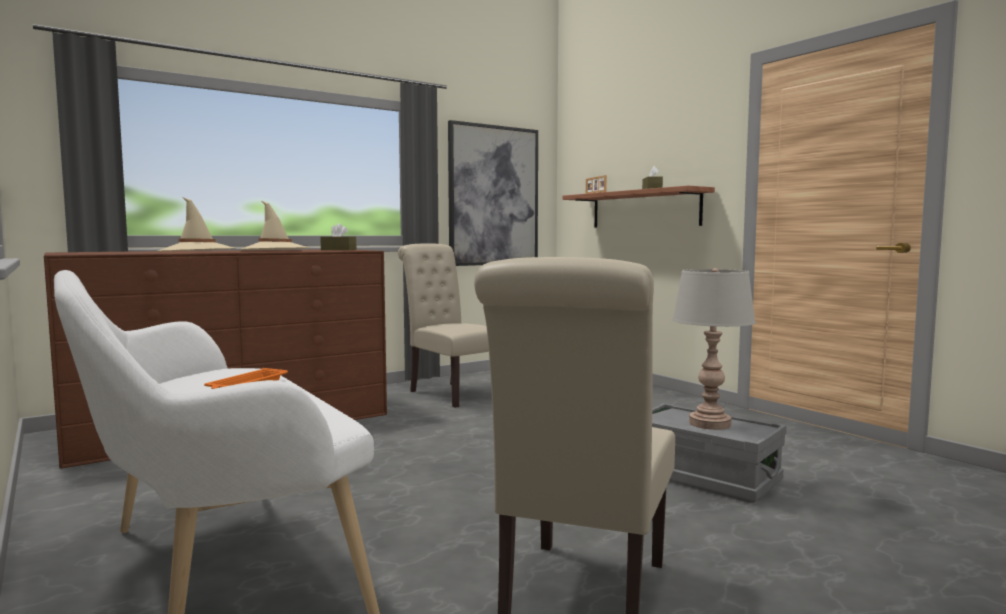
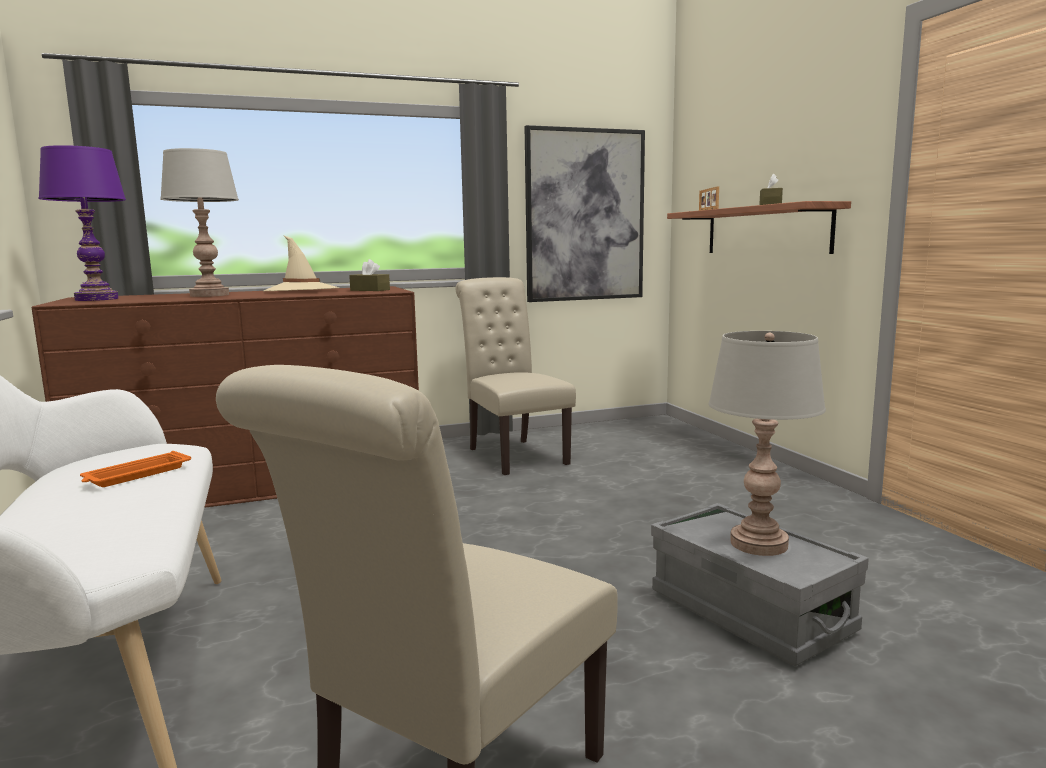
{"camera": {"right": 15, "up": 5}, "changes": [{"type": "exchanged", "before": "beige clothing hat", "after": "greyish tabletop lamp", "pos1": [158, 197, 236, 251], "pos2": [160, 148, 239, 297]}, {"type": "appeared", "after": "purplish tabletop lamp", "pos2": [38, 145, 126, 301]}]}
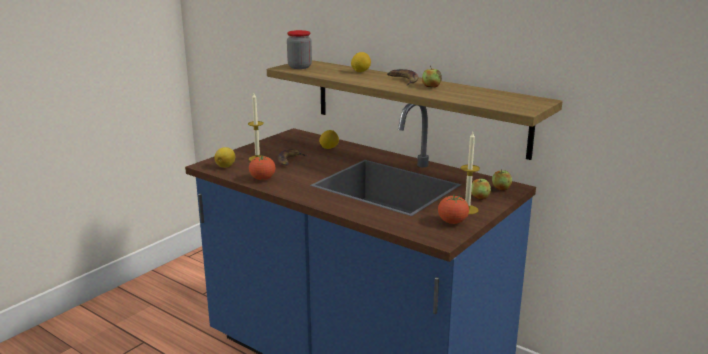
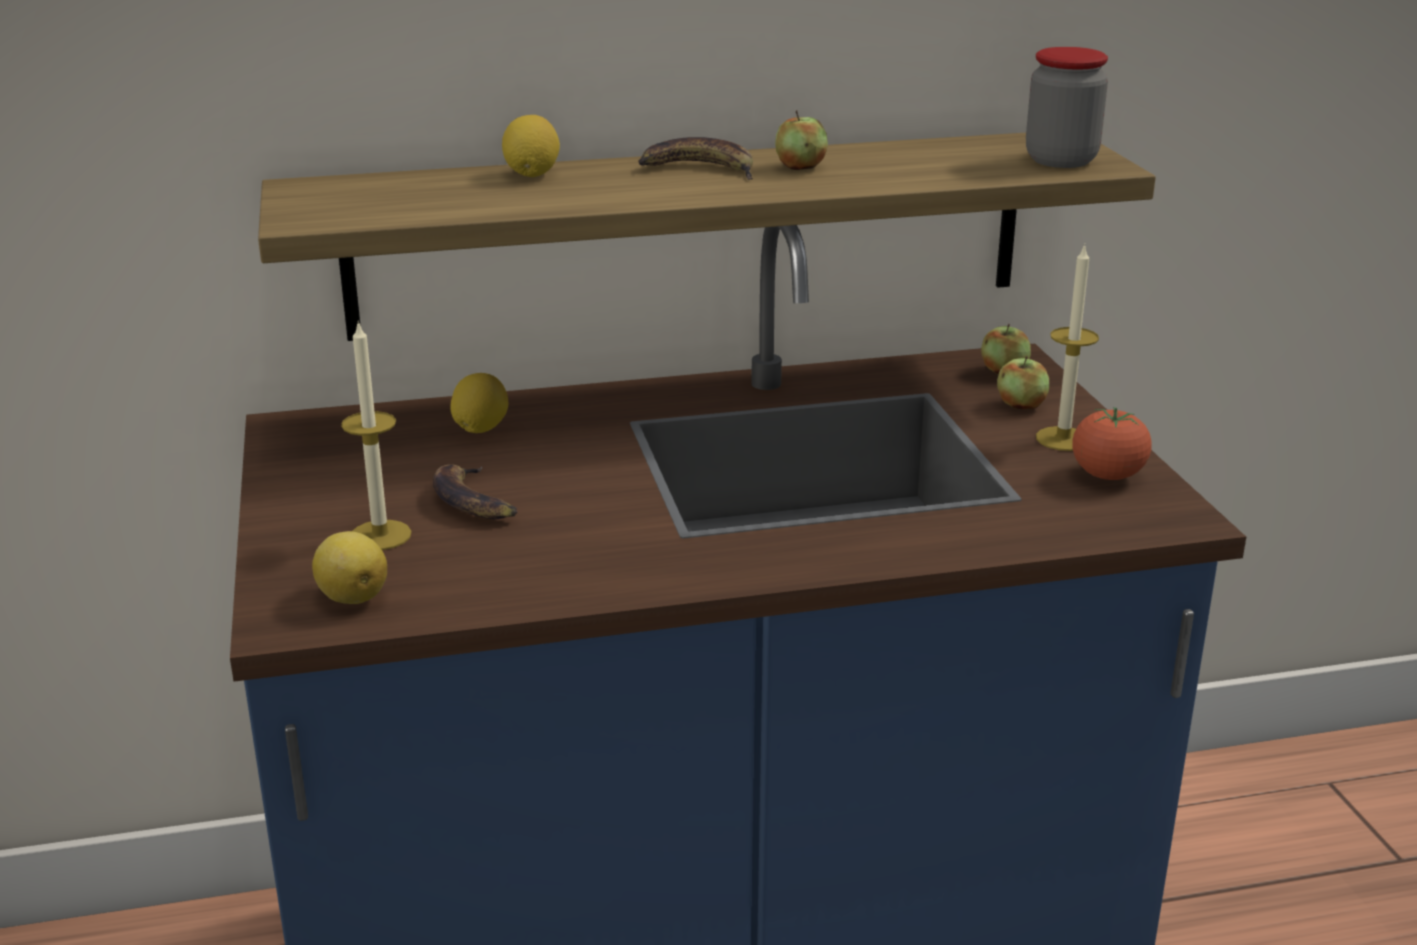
{"camera": {"right": -50, "up": 5}, "changes": [{"type": "missing", "before": "fresh tomato", "pos1": [249, 155, 276, 180]}, {"type": "relocated", "before": "preserve jar", "pos1": [287, 30, 312, 69], "pos2": [1026, 47, 1108, 168]}]}
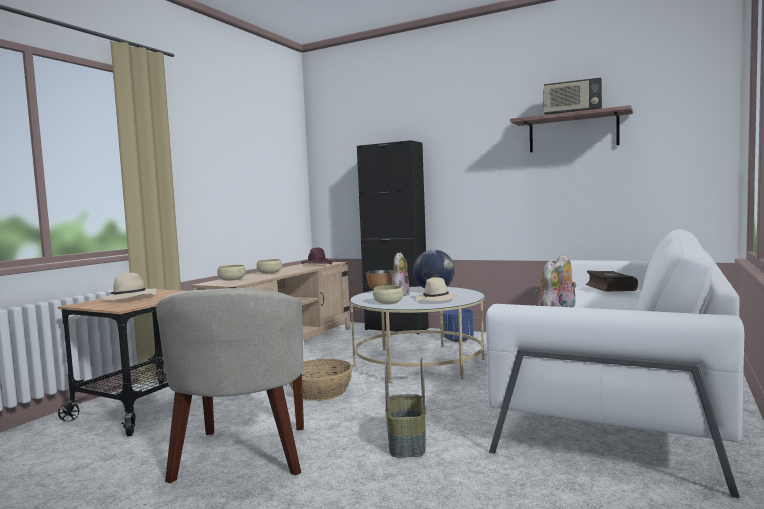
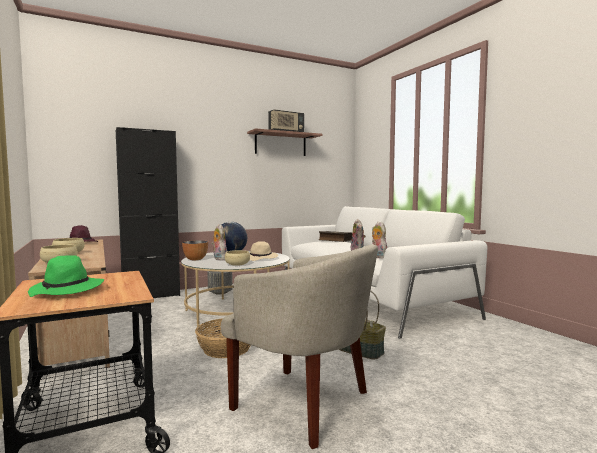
{"camera": {"right": -55, "up": 0}, "changes": [{"type": "colour", "before": "beige clothing hat", "after": "green-coloured clothing hat", "pos1": [101, 273, 156, 300], "pos2": [28, 255, 104, 297]}, {"type": "colour", "before": "blue plant pot", "after": "greyish plant pot", "pos1": [443, 308, 474, 342], "pos2": [207, 271, 233, 295]}]}
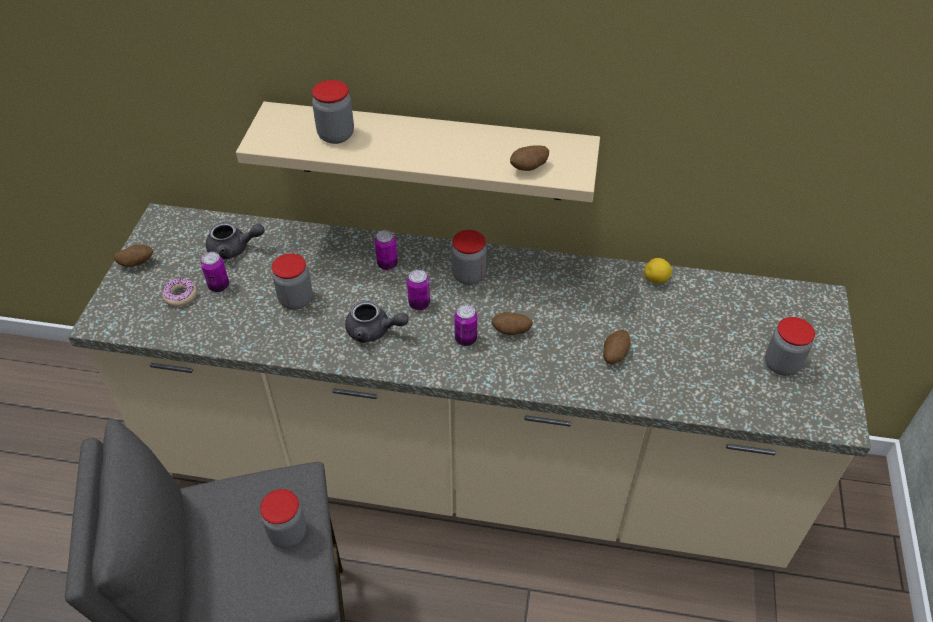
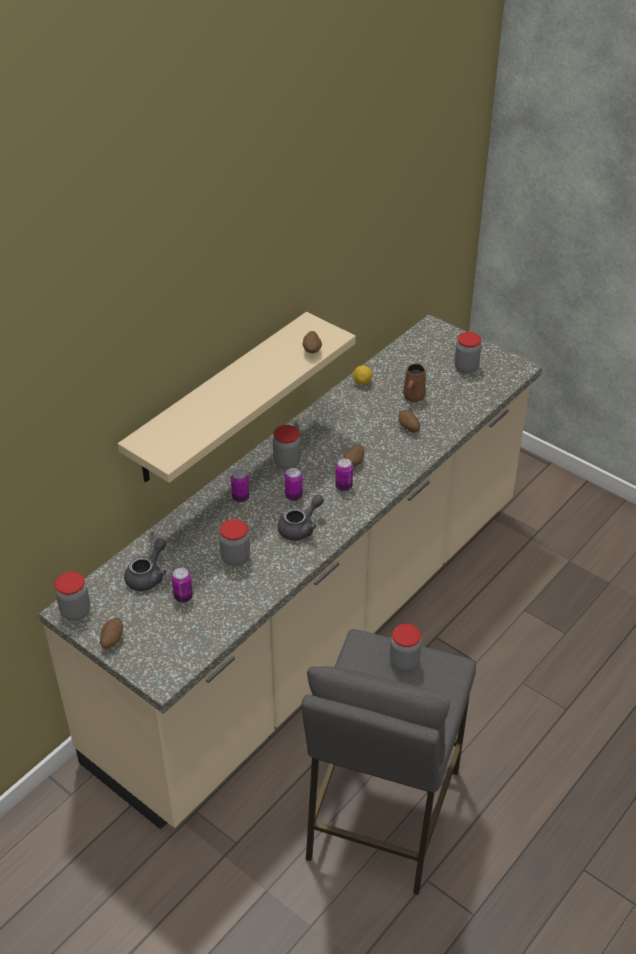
{"camera": {"right": -60, "up": -5}, "changes": [{"type": "missing", "before": "ring doughnut", "pos1": [162, 278, 197, 307]}, {"type": "relocated", "before": "preserve jar", "pos1": [312, 80, 354, 144], "pos2": [55, 571, 90, 621]}, {"type": "appeared", "after": "brown-coloured tea mug", "pos2": [403, 363, 426, 402]}]}
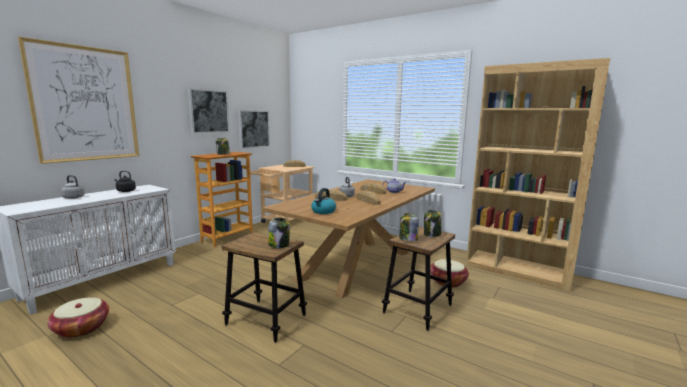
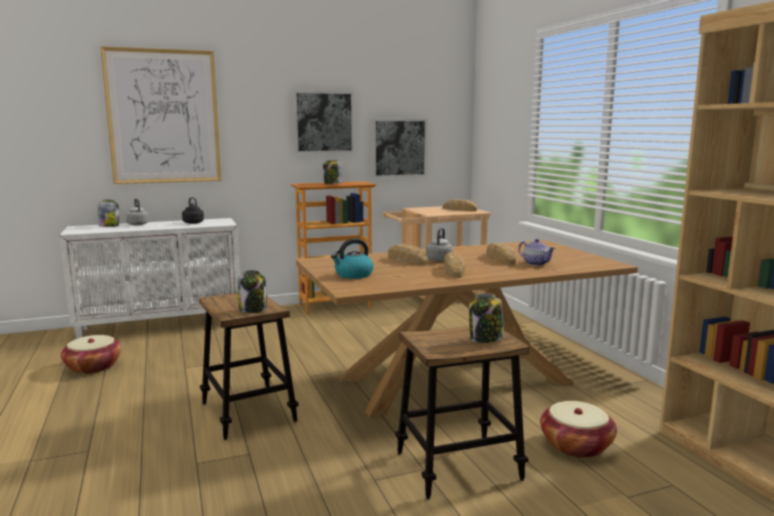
{"camera": {"right": 35, "up": 0}, "changes": [{"type": "relocated", "before": "preserve jar", "pos1": [399, 213, 419, 241], "pos2": [99, 200, 119, 227]}]}
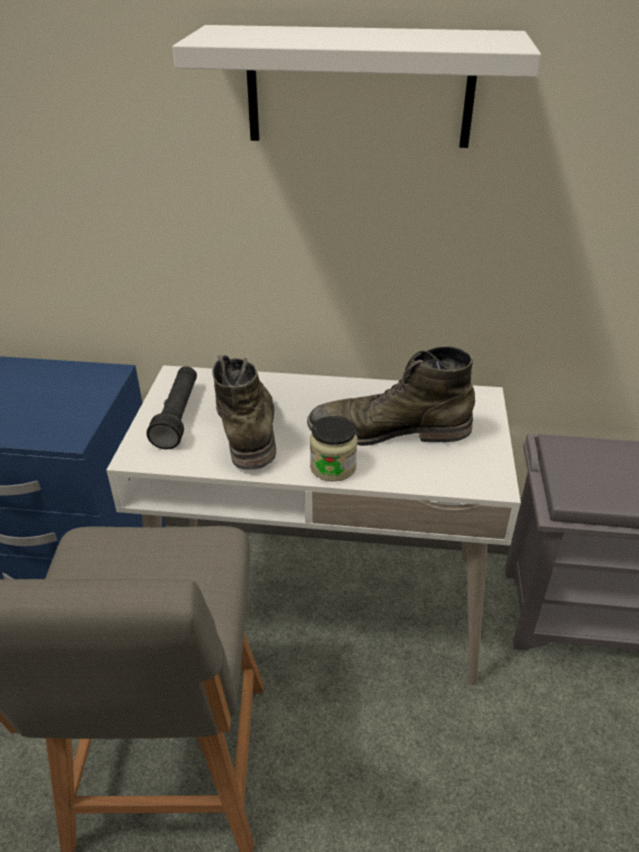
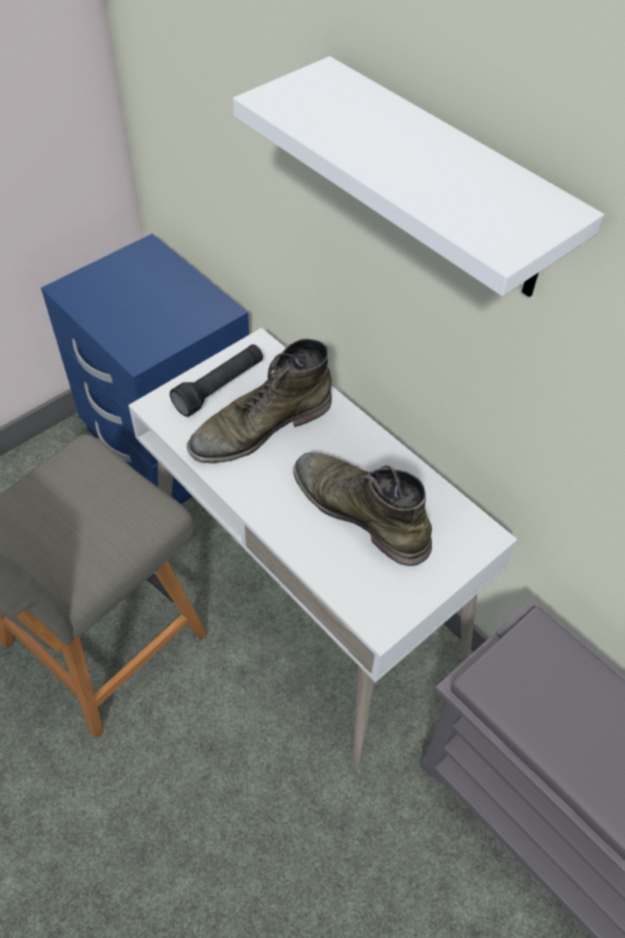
{"camera": {"right": 40, "up": 15}, "changes": [{"type": "spun", "before": "green-coloured high-top boot", "pos1": [212, 355, 276, 470], "pos2": [187, 339, 332, 463], "turn": -150}, {"type": "missing", "before": "preserve jar", "pos1": [310, 416, 358, 482]}]}
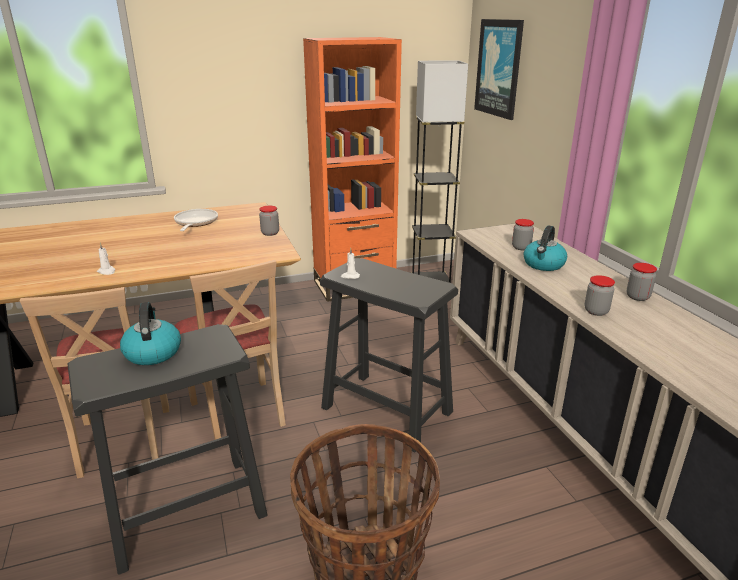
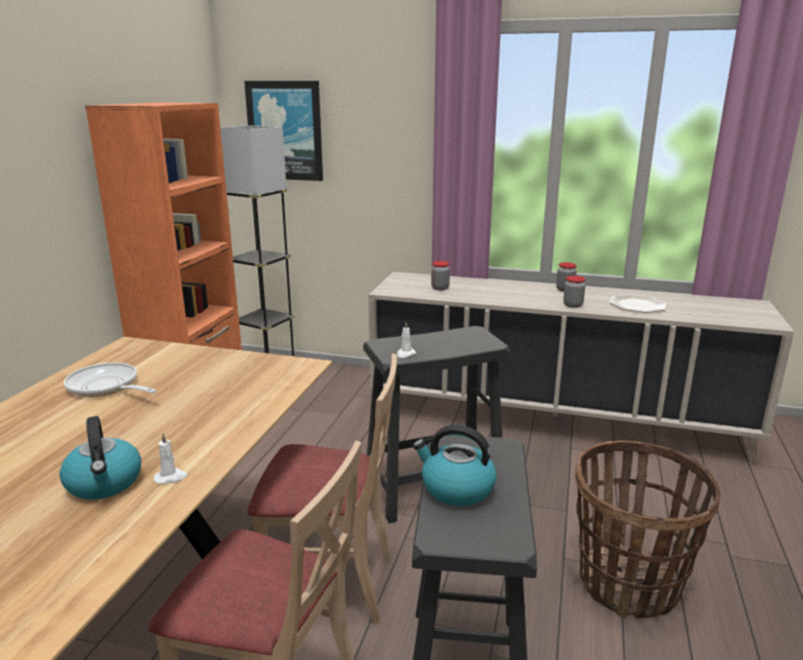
{"camera": {"right": -55, "up": -5}, "changes": [{"type": "missing", "before": "preserve jar", "pos1": [259, 206, 279, 236]}, {"type": "relocated", "before": "kettle", "pos1": [523, 226, 567, 271], "pos2": [59, 416, 141, 500]}, {"type": "appeared", "after": "flat dish", "pos2": [609, 294, 667, 313]}]}
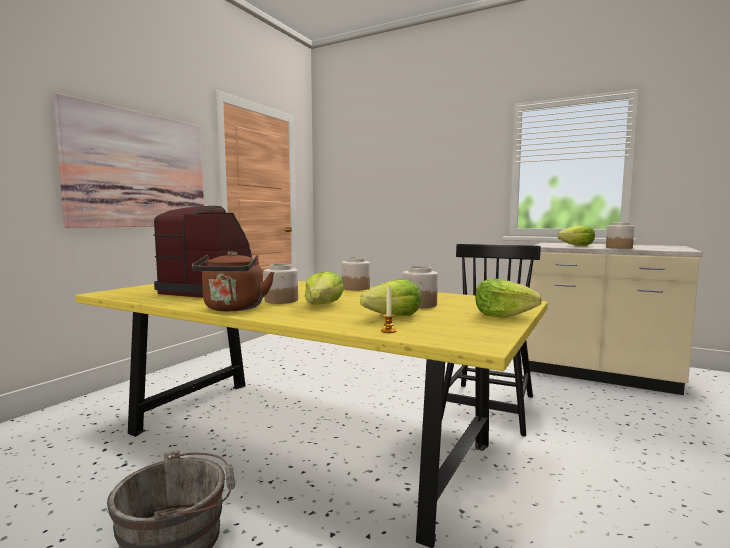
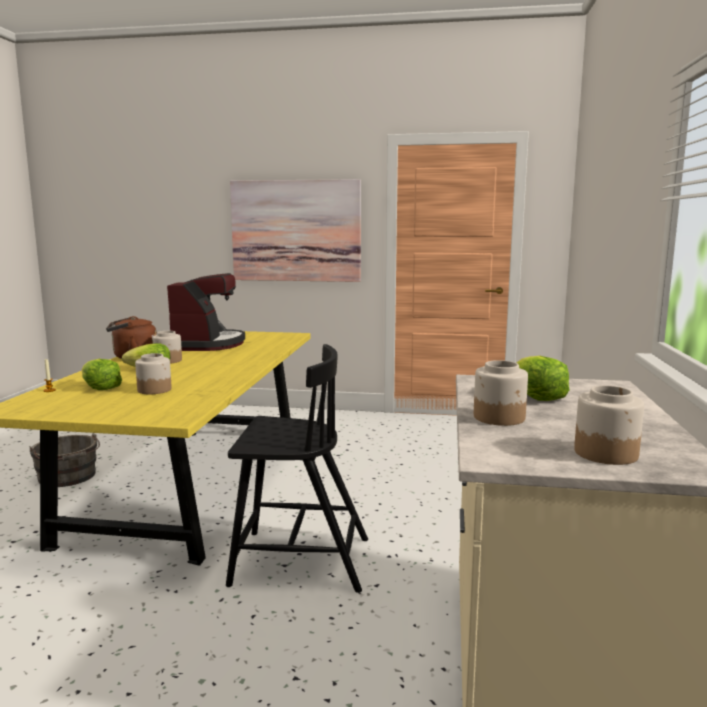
{"camera": {"right": 70, "up": 5}, "changes": [{"type": "relocated", "before": "preserve jar", "pos1": [342, 257, 370, 290], "pos2": [574, 385, 644, 465]}, {"type": "missing", "before": "head of lettuce", "pos1": [475, 279, 542, 317]}]}
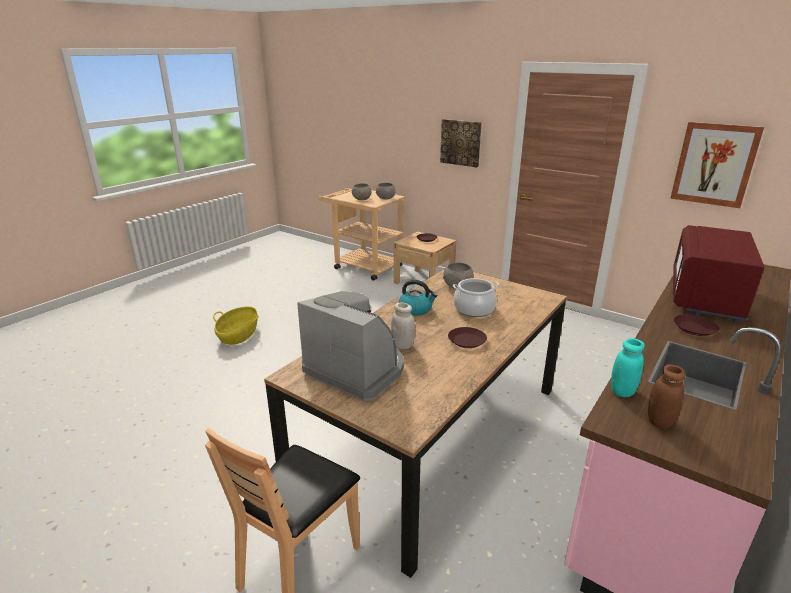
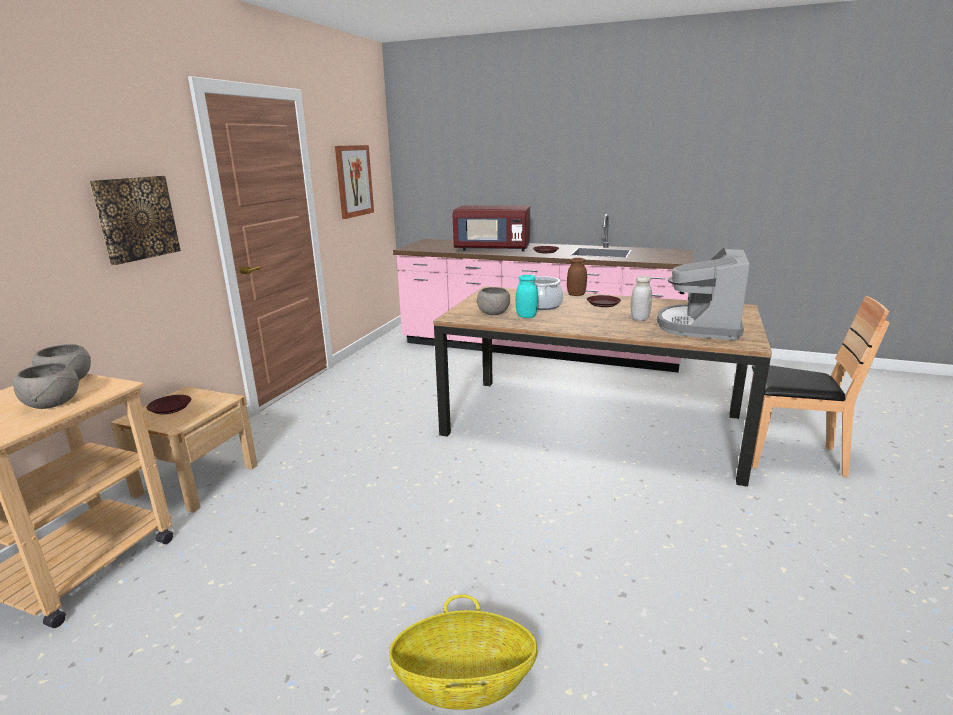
{"camera": {"right": -105, "up": -5}, "changes": [{"type": "missing", "before": "kettle", "pos1": [399, 280, 438, 316]}, {"type": "relocated", "before": "turquoise preserve jar", "pos1": [611, 338, 645, 397], "pos2": [516, 275, 538, 318]}, {"type": "relocated", "before": "brown-coloured preserve jar", "pos1": [648, 364, 685, 429], "pos2": [567, 258, 587, 296]}]}
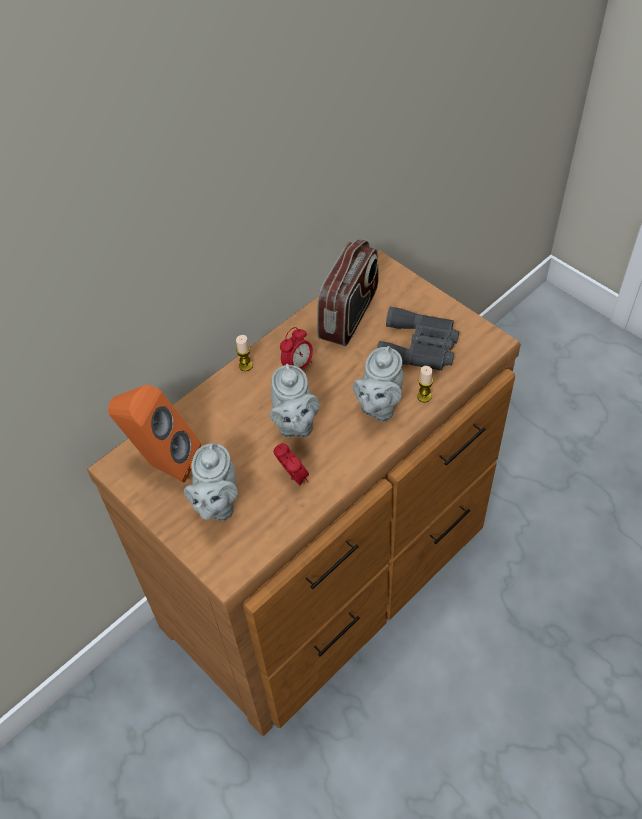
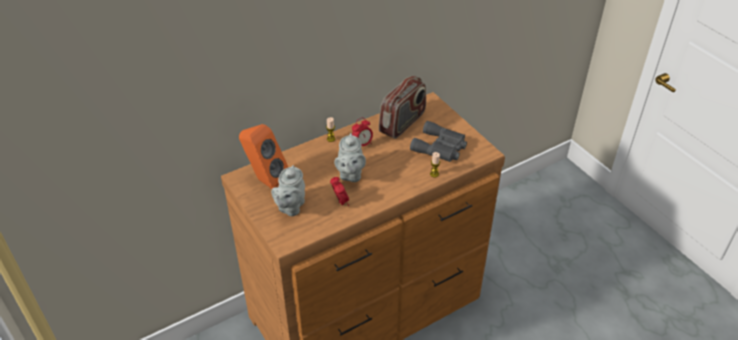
{"camera": {"right": 10, "up": -10}, "changes": [{"type": "missing", "before": "greyish pot for tea", "pos1": [353, 346, 404, 421]}]}
